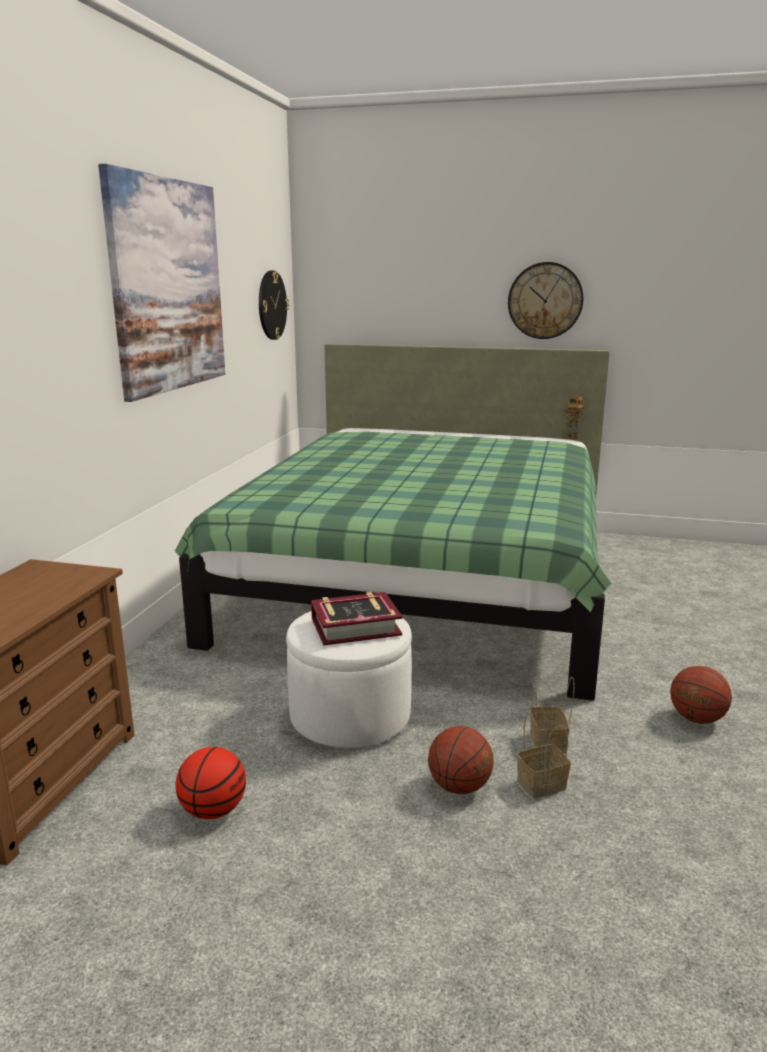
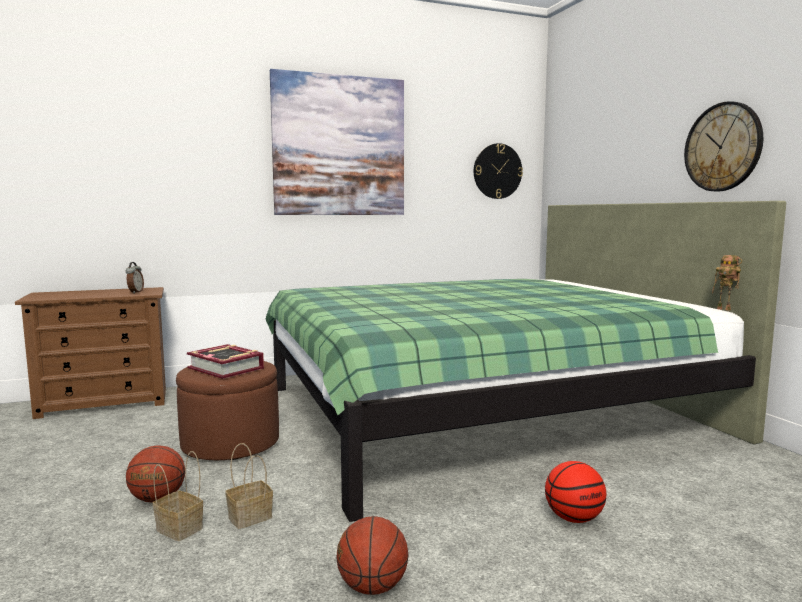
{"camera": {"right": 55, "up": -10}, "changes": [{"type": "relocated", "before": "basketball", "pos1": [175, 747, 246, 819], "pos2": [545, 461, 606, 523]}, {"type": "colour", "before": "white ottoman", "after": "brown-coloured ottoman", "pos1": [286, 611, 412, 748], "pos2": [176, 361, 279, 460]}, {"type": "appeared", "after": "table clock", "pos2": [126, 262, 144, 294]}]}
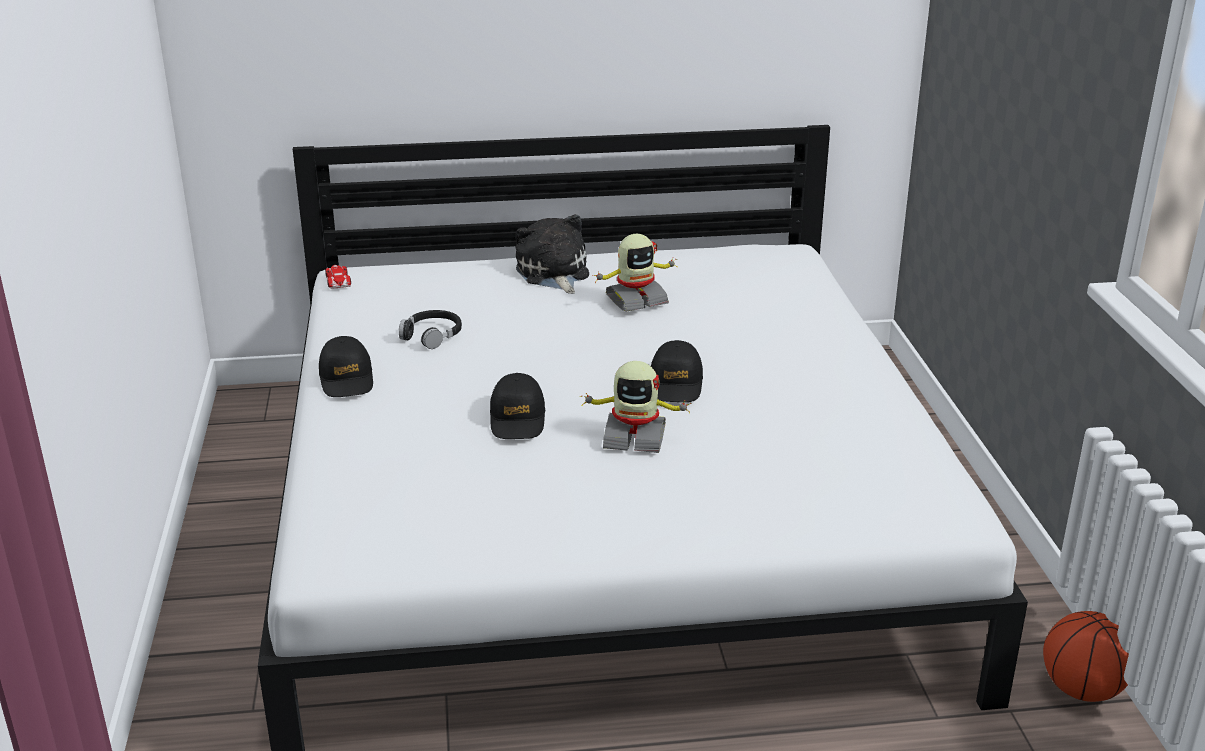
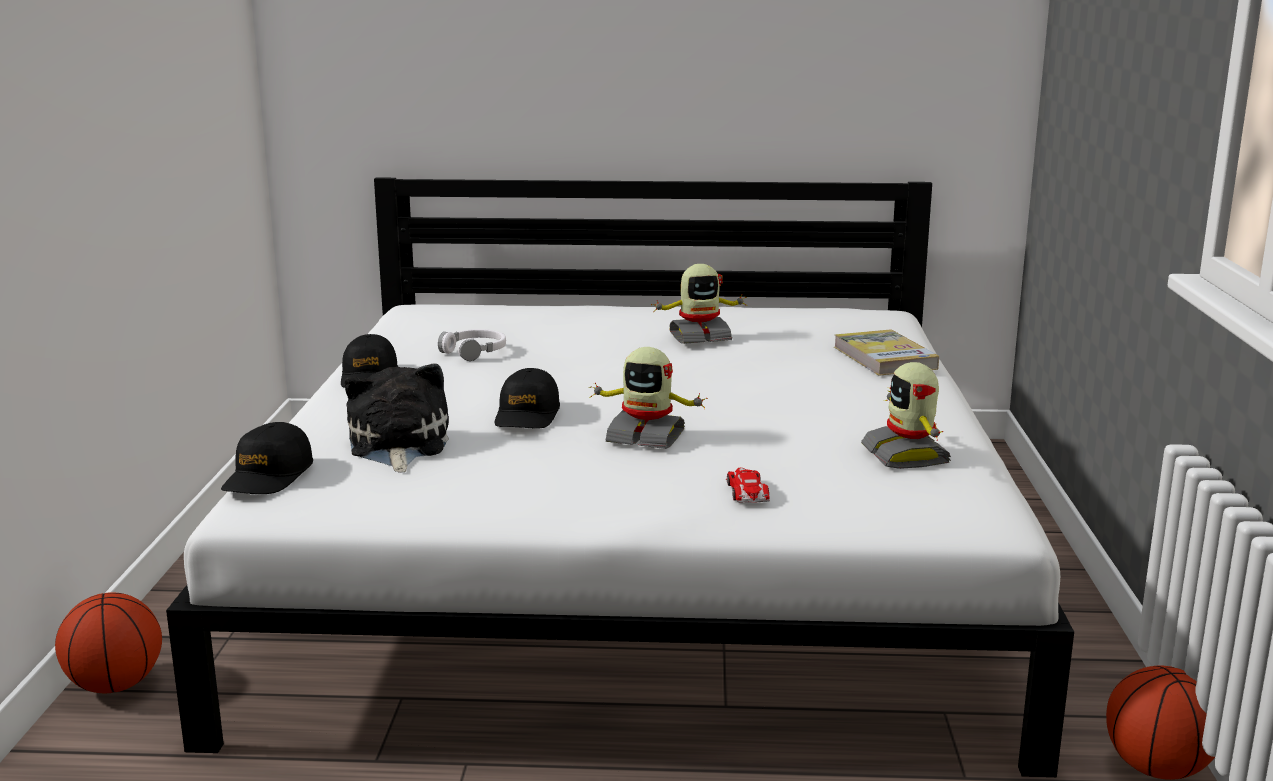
{"camera": {"right": 10, "up": -10}, "changes": [{"type": "relocated", "before": "toy car", "pos1": [325, 265, 351, 289], "pos2": [726, 468, 770, 503]}, {"type": "colour", "before": "black-coloured headphones", "after": "white headphones", "pos1": [399, 310, 462, 349], "pos2": [438, 329, 506, 361]}, {"type": "relocated", "before": "soft toy", "pos1": [515, 214, 589, 294], "pos2": [345, 363, 449, 472]}, {"type": "relocated", "before": "black-coloured cap", "pos1": [651, 340, 703, 402], "pos2": [221, 422, 313, 494]}, {"type": "appeared", "after": "basketball", "pos2": [55, 592, 162, 693]}, {"type": "appeared", "after": "book", "pos2": [834, 329, 939, 376]}, {"type": "appeared", "after": "toy robot", "pos2": [861, 362, 951, 469]}]}
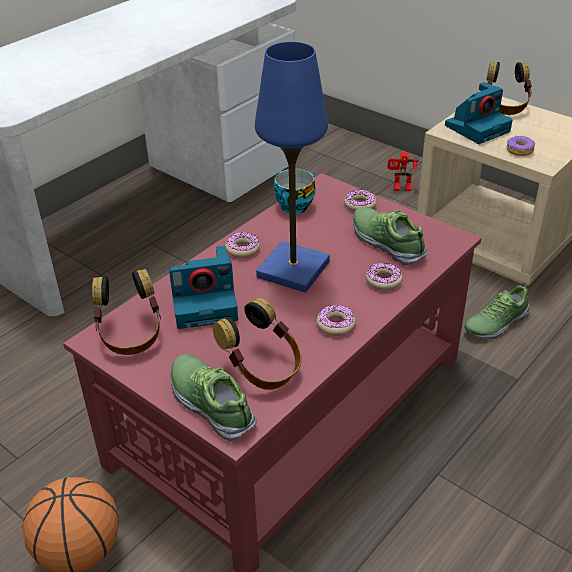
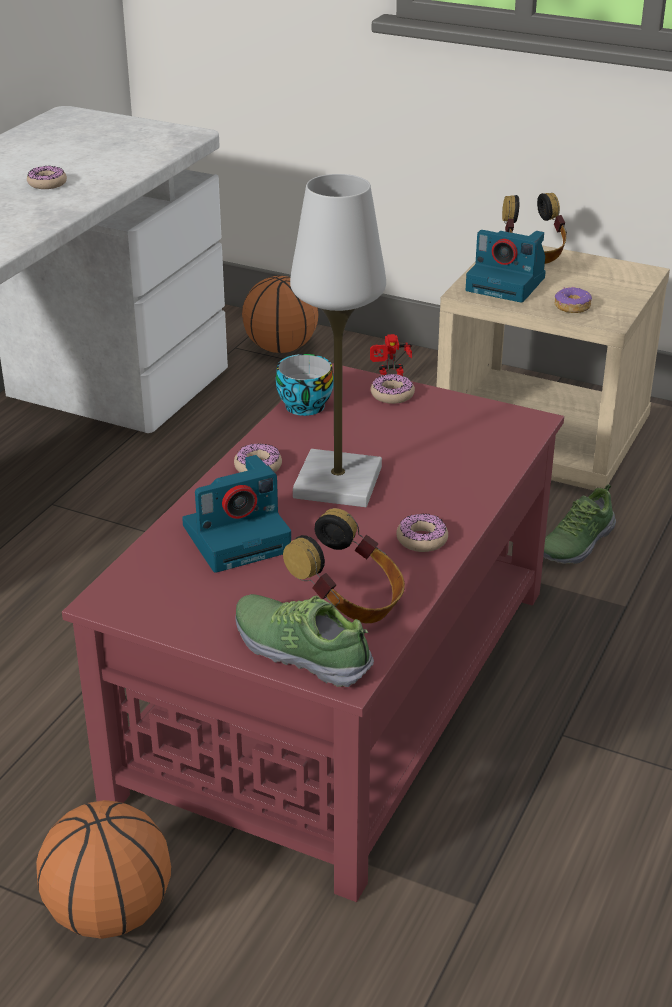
{"camera": {"right": -15, "up": -5}, "changes": [{"type": "missing", "before": "headphones", "pos1": [92, 269, 161, 355]}, {"type": "colour", "before": "blue tabletop lamp", "after": "white tabletop lamp", "pos1": [255, 42, 330, 292], "pos2": [290, 174, 386, 507]}, {"type": "missing", "before": "shoe", "pos1": [353, 206, 427, 265]}, {"type": "relocated", "before": "ring doughnut", "pos1": [366, 263, 403, 290], "pos2": [27, 166, 67, 189]}, {"type": "spun", "before": "photo camera", "pos1": [445, 82, 513, 144], "pos2": [466, 230, 546, 303], "turn": 75}, {"type": "appeared", "after": "basketball", "pos2": [242, 276, 318, 353]}]}
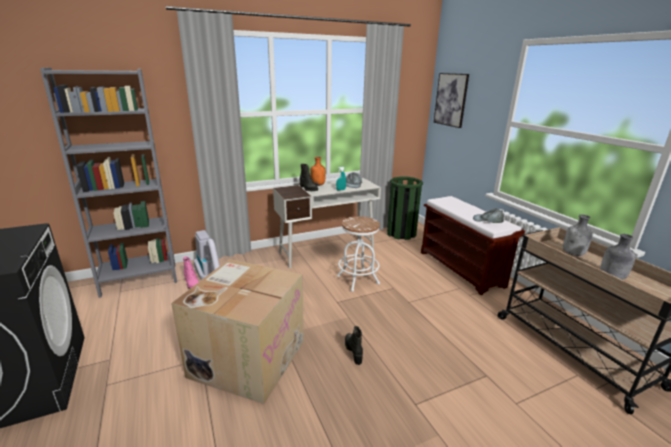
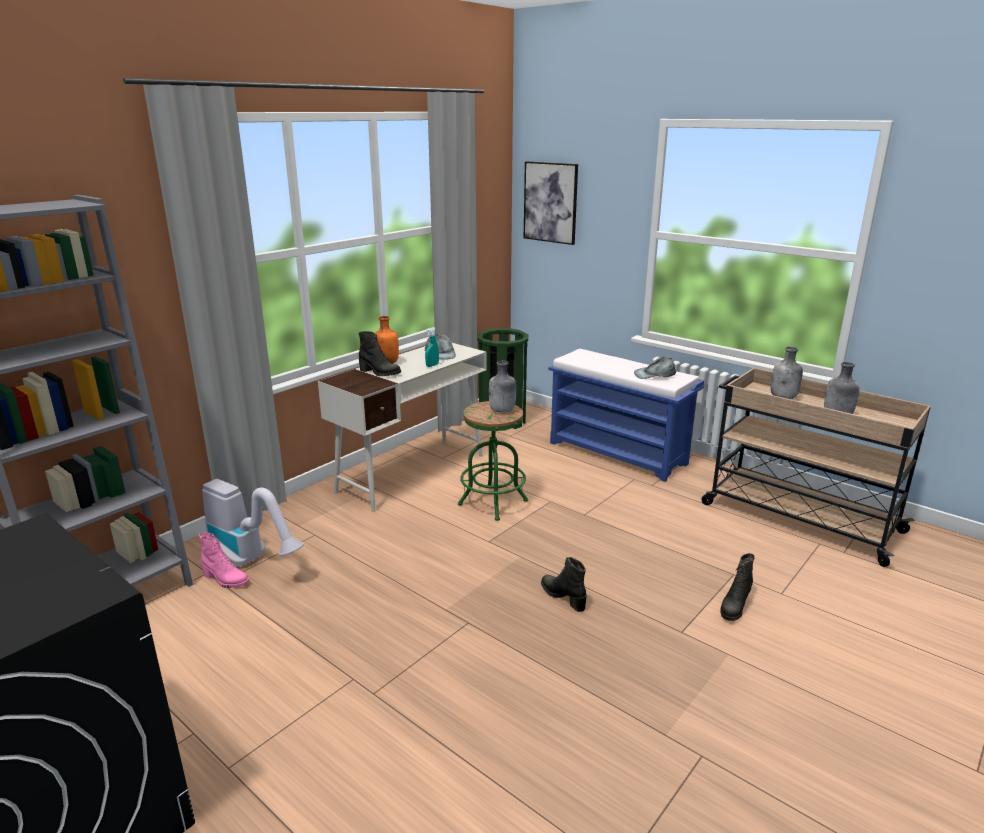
{"camera": {"right": -25, "up": 0}, "changes": [{"type": "missing", "before": "carton", "pos1": [171, 259, 304, 404]}, {"type": "colour", "before": "white sitting stool", "after": "green-coloured sitting stool", "pos1": [337, 216, 380, 291], "pos2": [458, 401, 528, 521]}, {"type": "colour", "before": "brown-coloured long seat", "after": "blue long seat", "pos1": [421, 196, 525, 295], "pos2": [548, 349, 704, 482]}, {"type": "appeared", "after": "greyish drink bottle", "pos2": [489, 361, 516, 413]}, {"type": "appeared", "after": "black-coloured high-top boot", "pos2": [720, 553, 755, 621]}]}
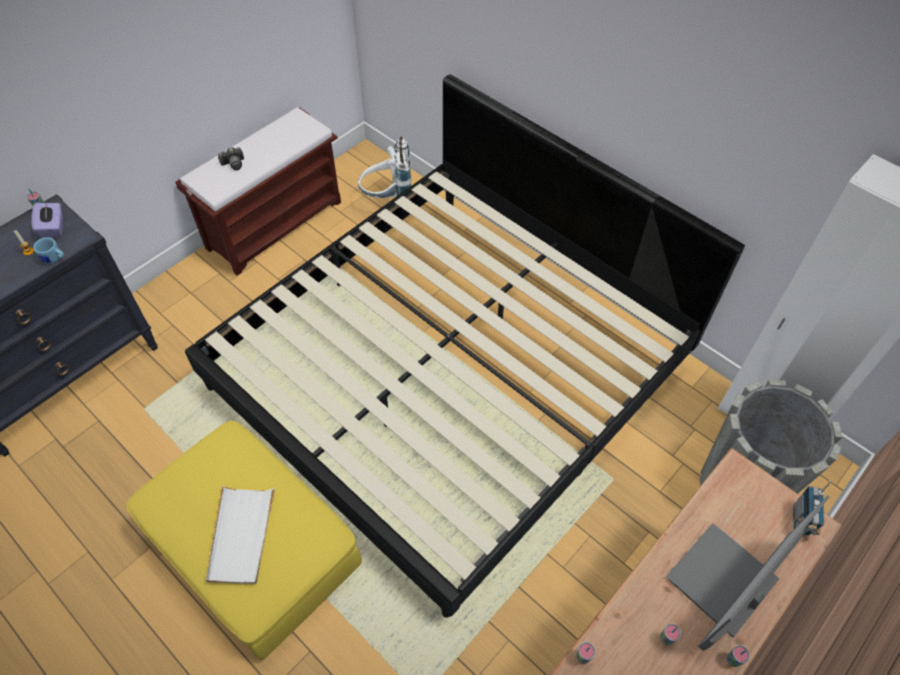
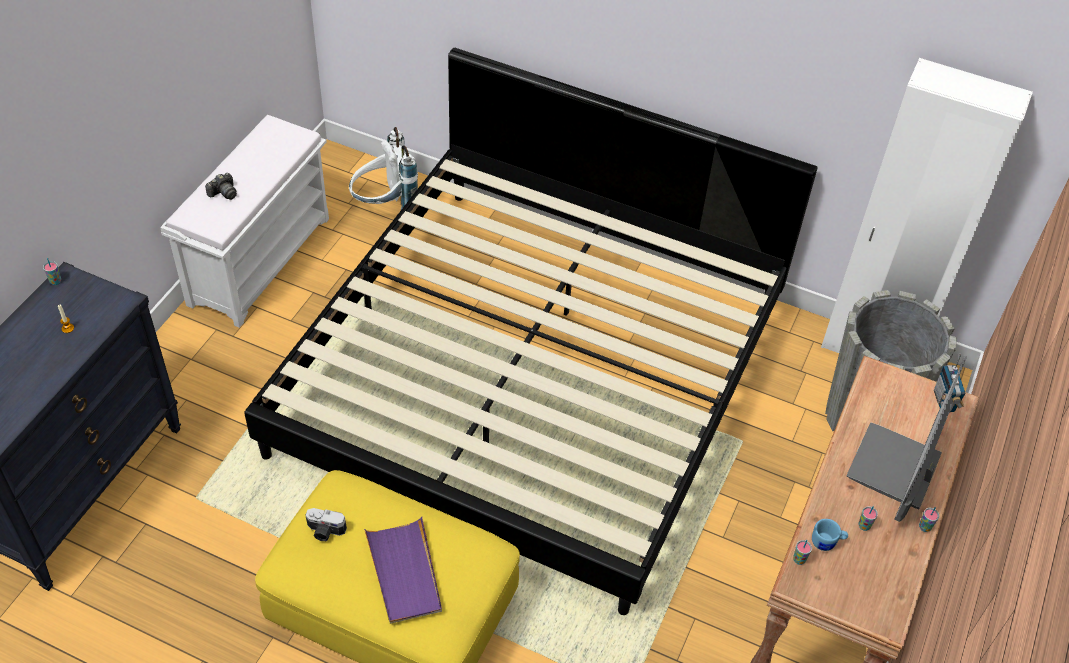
{"camera": {"right": -20, "up": -5}, "changes": [{"type": "missing", "before": "purplish tissue box", "pos1": [32, 202, 63, 239]}, {"type": "relocated", "before": "blue tea mug", "pos1": [33, 237, 64, 264], "pos2": [812, 519, 848, 551]}, {"type": "colour", "before": "brown-coloured long seat", "after": "white long seat", "pos1": [175, 107, 341, 276], "pos2": [160, 115, 329, 328]}, {"type": "colour", "before": "white serving tray", "after": "purplish serving tray", "pos1": [206, 485, 276, 584], "pos2": [364, 516, 442, 624]}, {"type": "appeared", "after": "photo camera", "pos2": [305, 508, 347, 541]}]}
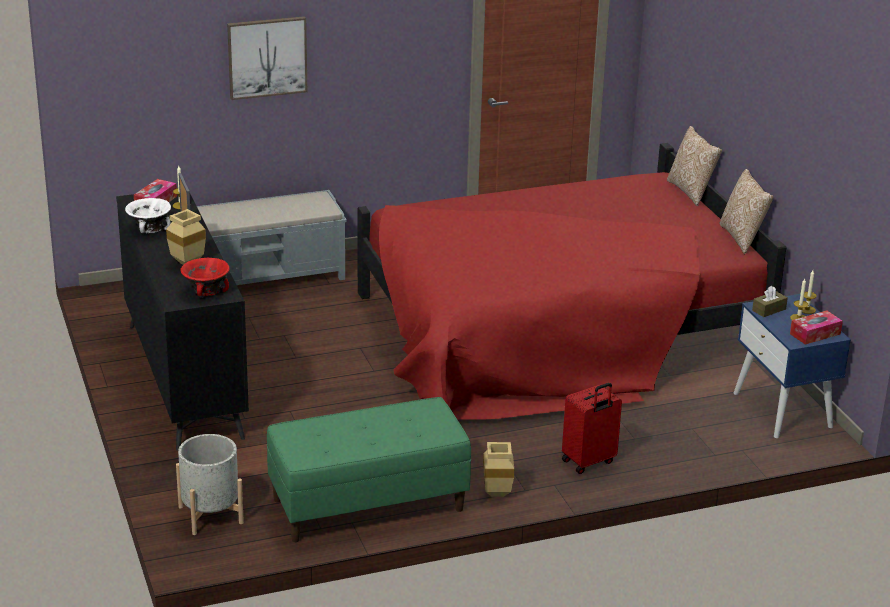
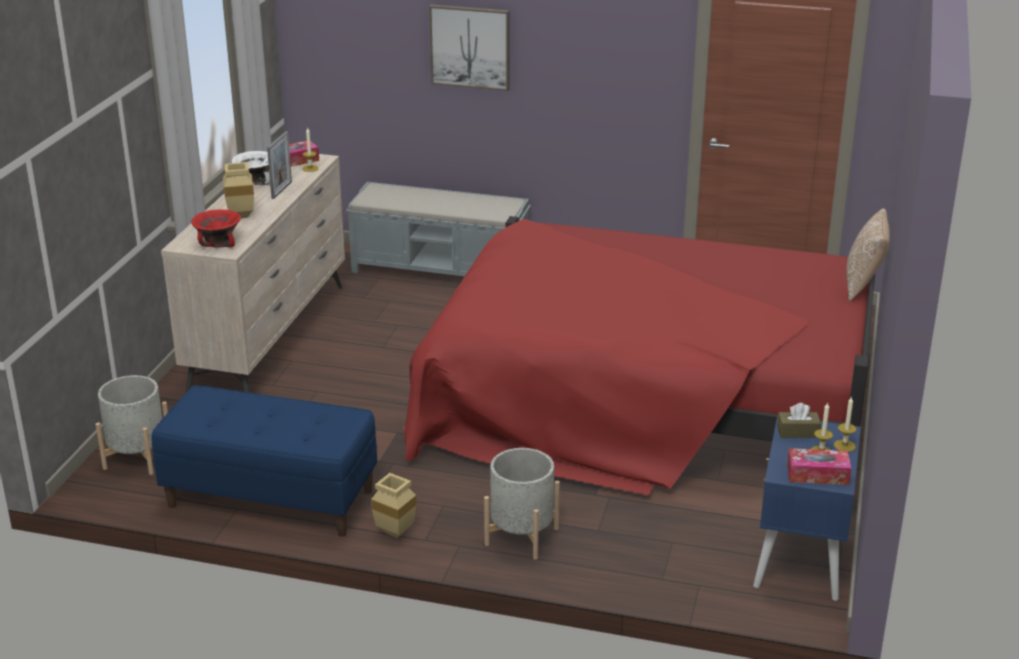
{"camera": {"right": 35, "up": 0}, "changes": [{"type": "colour", "before": "black-coloured chest of drawers", "after": "beige chest of drawers", "pos1": [116, 192, 249, 451], "pos2": [161, 154, 345, 393]}, {"type": "colour", "before": "green-coloured long seat", "after": "blue long seat", "pos1": [267, 397, 471, 542], "pos2": [152, 385, 377, 537]}, {"type": "exchanged", "before": "red piece of luggage", "after": "greyish plant pot", "pos1": [562, 383, 622, 474], "pos2": [484, 448, 560, 560]}, {"type": "missing", "before": "pillow", "pos1": [719, 169, 773, 254]}]}
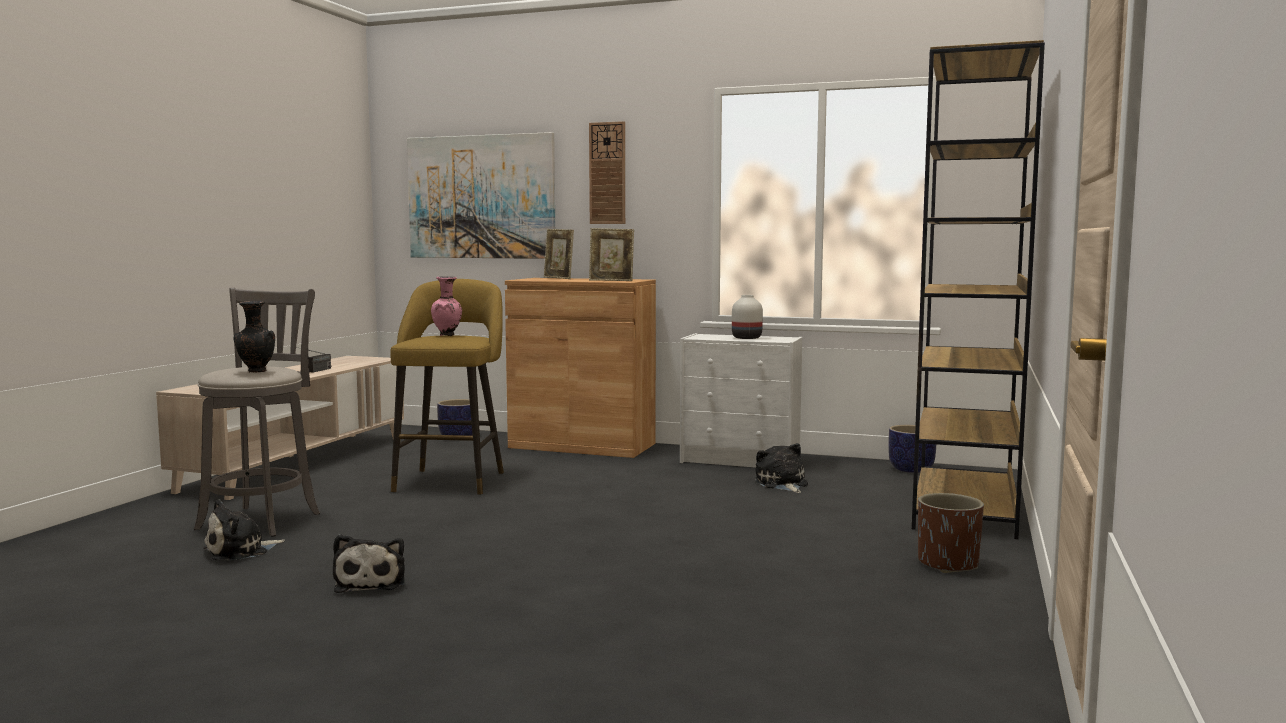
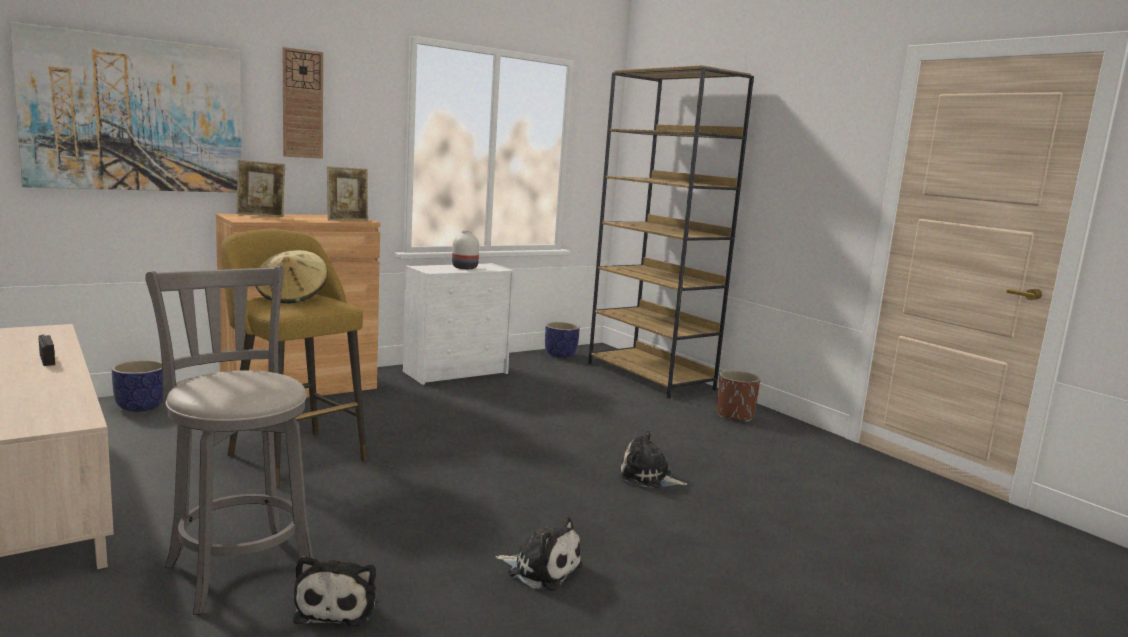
{"camera": {"right": -55, "up": 5}, "changes": [{"type": "missing", "before": "black-coloured vase", "pos1": [233, 301, 275, 372]}, {"type": "exchanged", "before": "pink vase", "after": "beige clothing hat", "pos1": [431, 276, 462, 336], "pos2": [255, 250, 328, 303]}, {"type": "relocated", "before": "soft toy", "pos1": [755, 443, 808, 493], "pos2": [619, 430, 687, 488]}]}
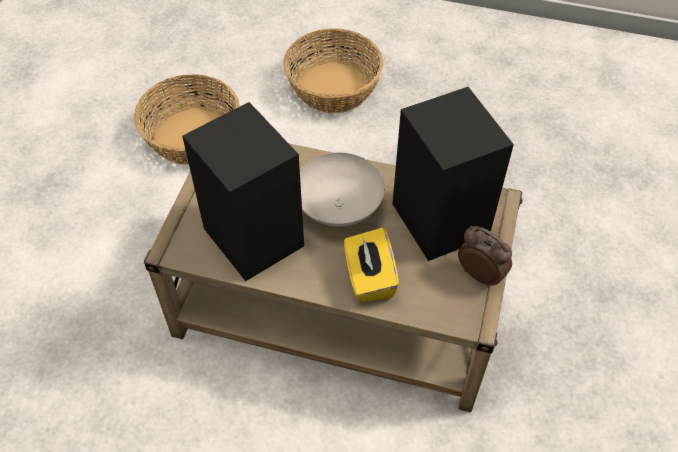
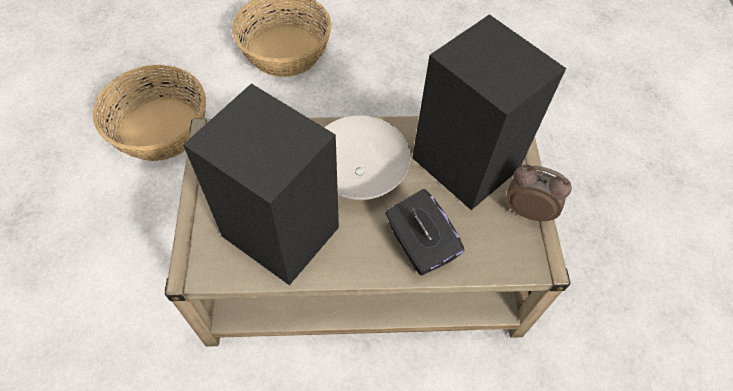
{"camera": {"right": -20, "up": 5}, "changes": [{"type": "colour", "before": "yellow-coloured tissue box", "after": "black-coloured tissue box", "pos1": [344, 227, 399, 302], "pos2": [385, 189, 465, 275]}]}
